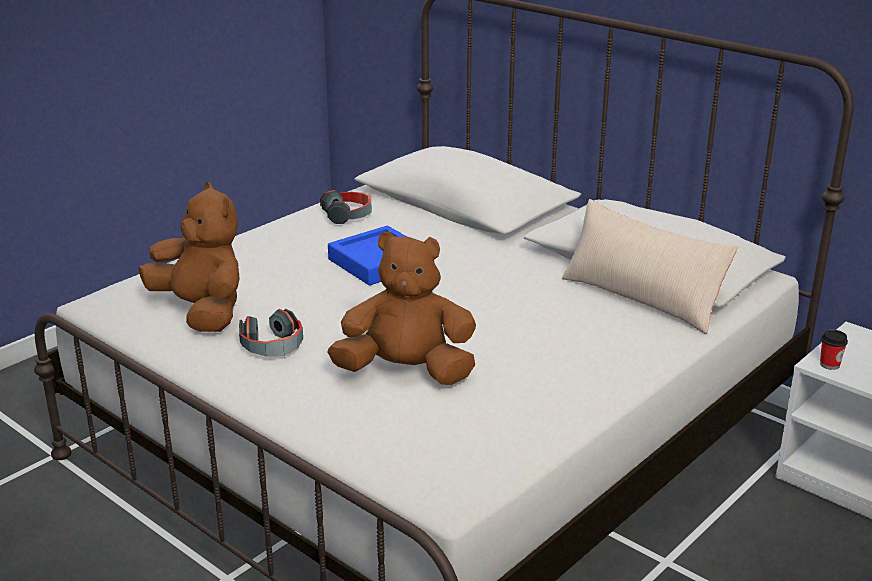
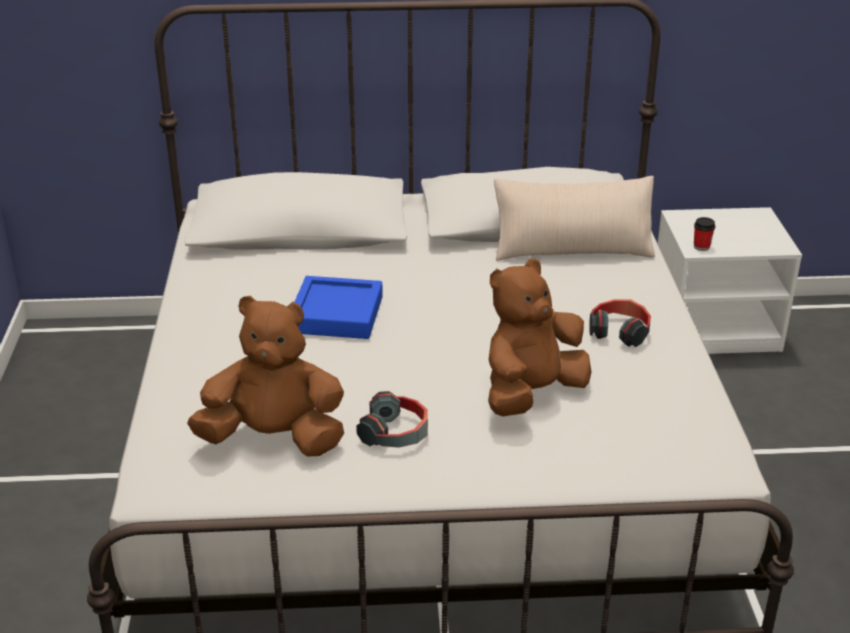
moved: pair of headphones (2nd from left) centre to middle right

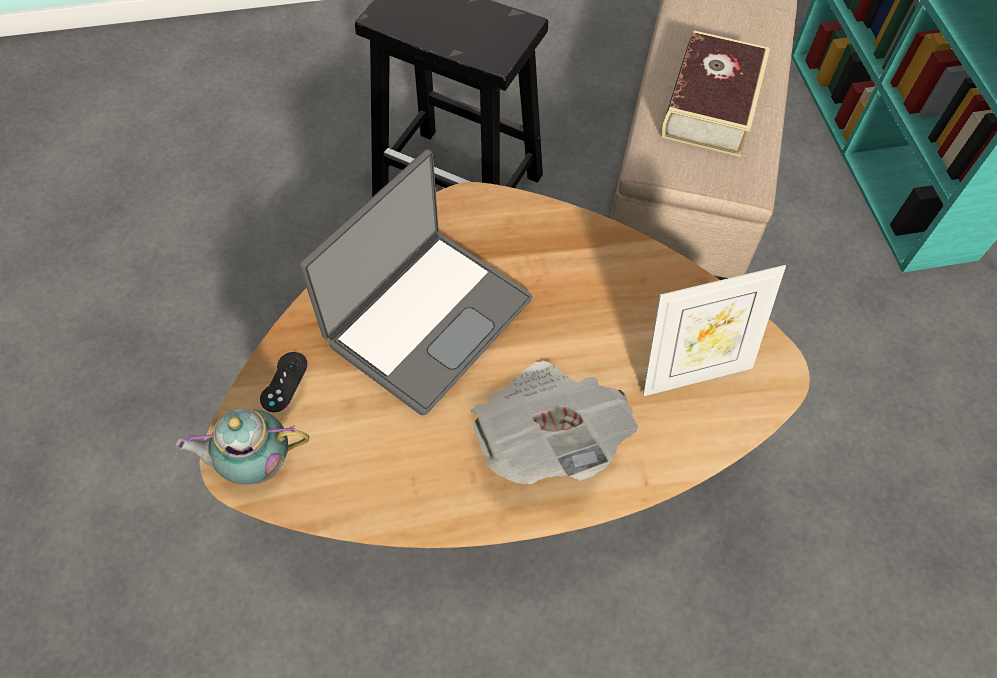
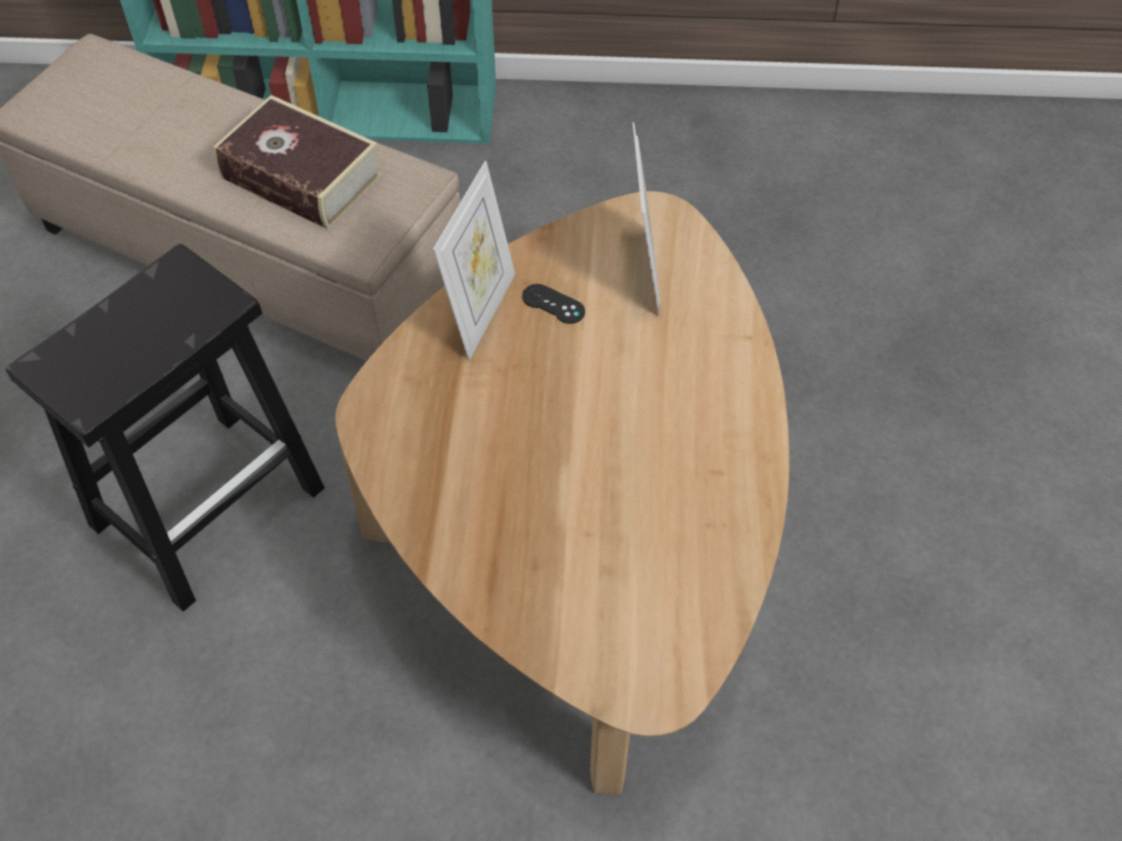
removed: tea pot middle left; laptop centre; printed paper centre
added: standing frame (1st from left) top centre
moved: joypad in black middle left to centre

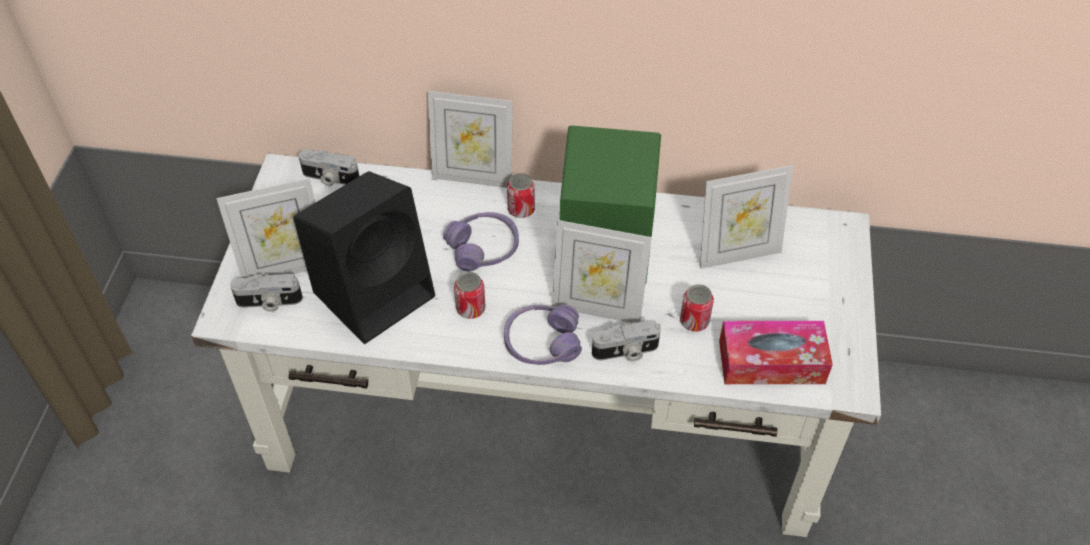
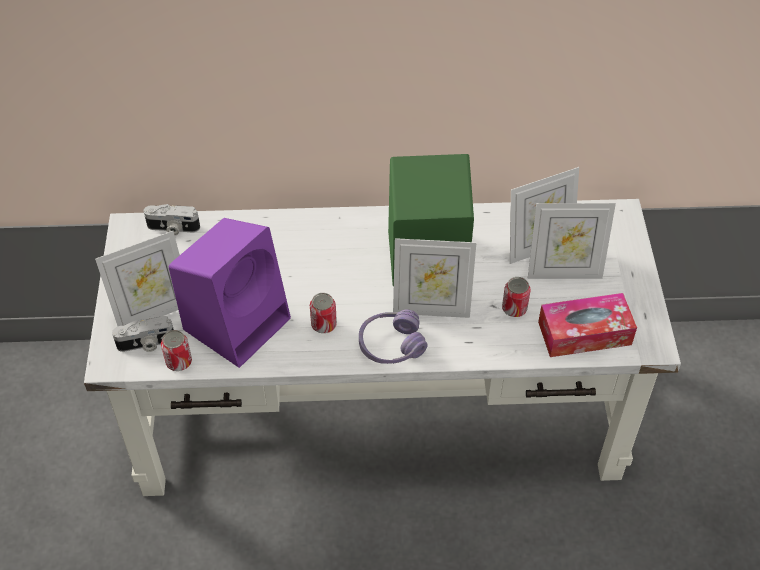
removed: pair of headphones in purple-coloured (1st from left) centre; still camera (3rd from left) centre
moved: standing frame (2nd from left in the first image) top centre to standing frame (4th from left) middle right; metal can (2nd from left in the first image) centre to metal can (1st from left) middle left
recoloured: audio speaker in black centre to audio speaker in purple-coloured middle left

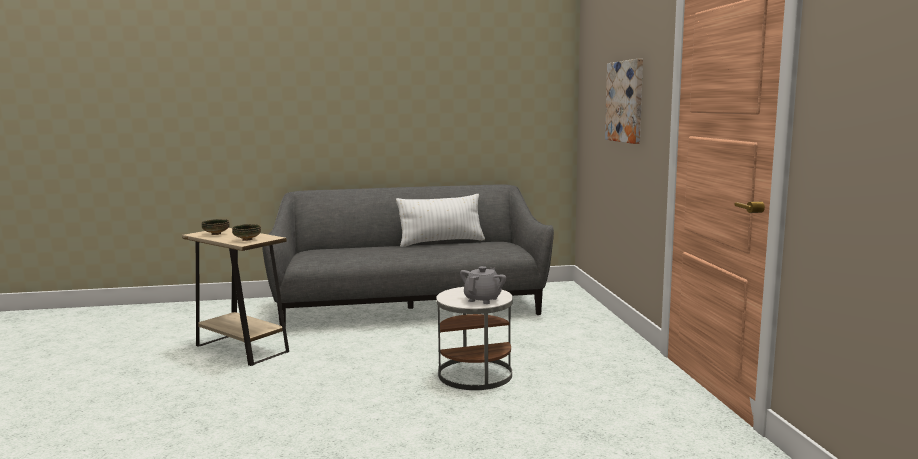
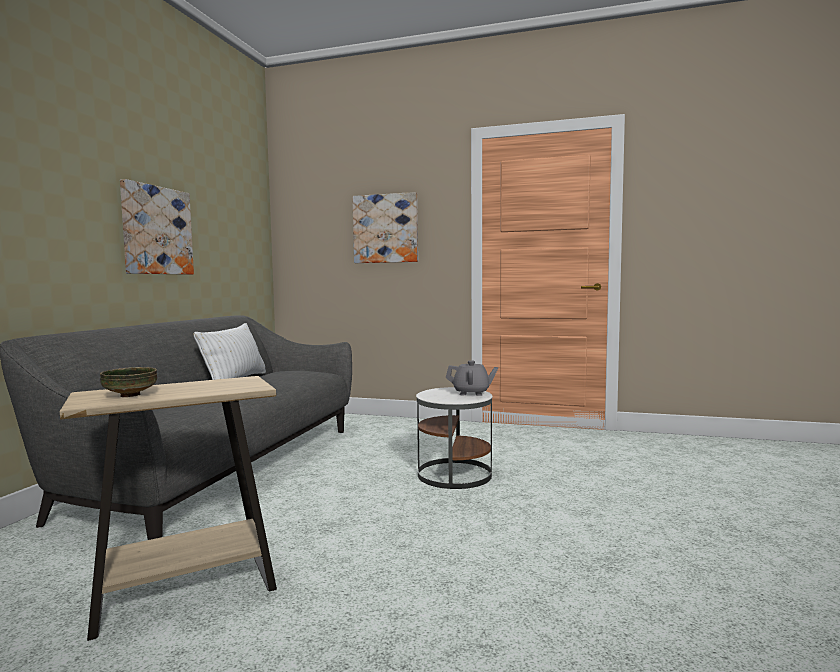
removed: bowl (2nd from left) middle left
added: wall art (1st from left) middle left
turned: tea pot in greyish centre = centre 135 degrees clockwise

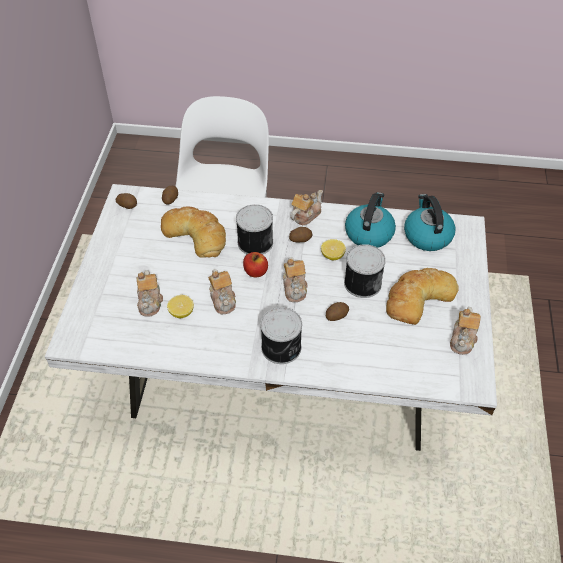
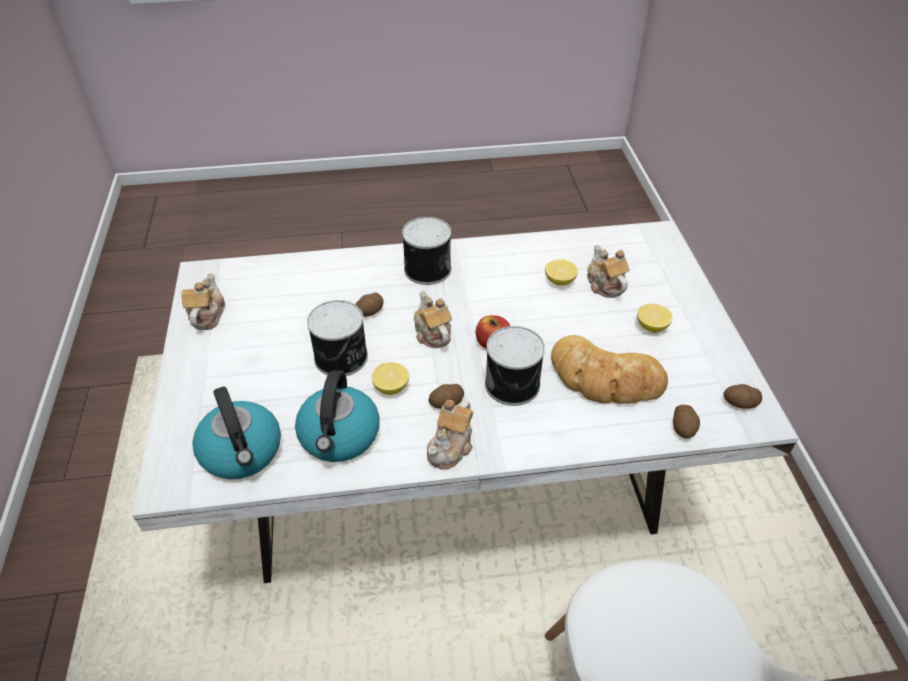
removed: tea pot (2nd from left) centre; bakery bread (2nd from left) middle right
added: lemon (3rd from left) middle right

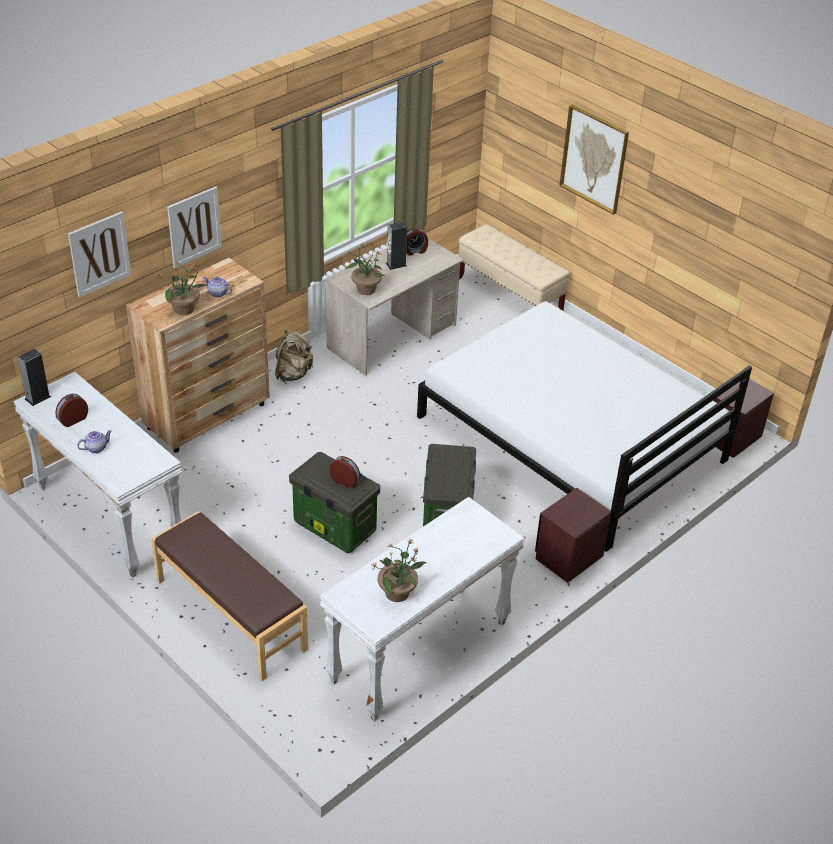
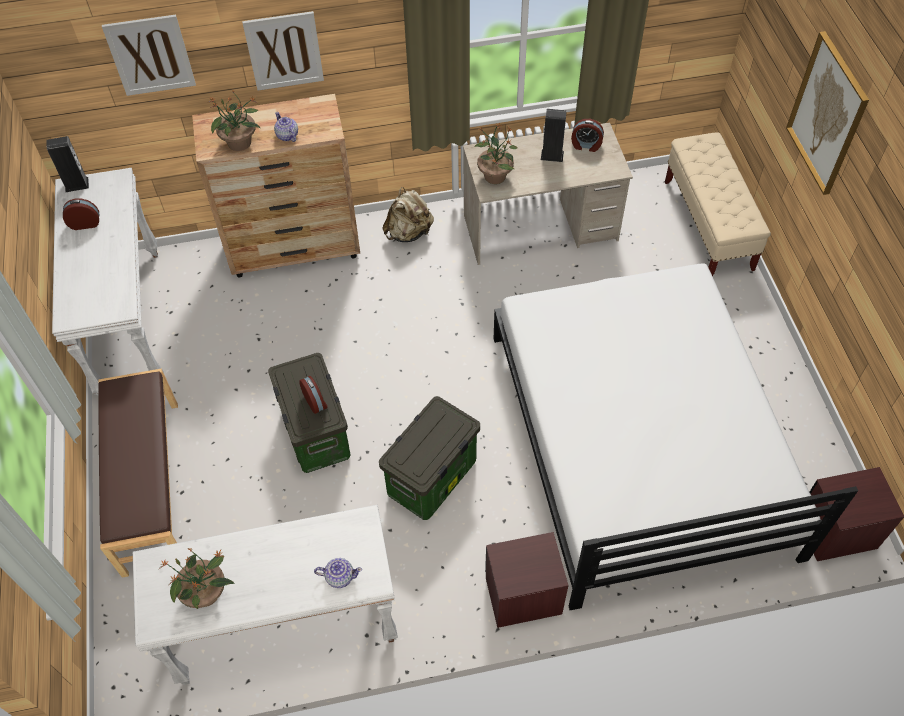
moved: tea pot (1st from left in the first image) middle left to tea pot (2nd from left) bottom centre

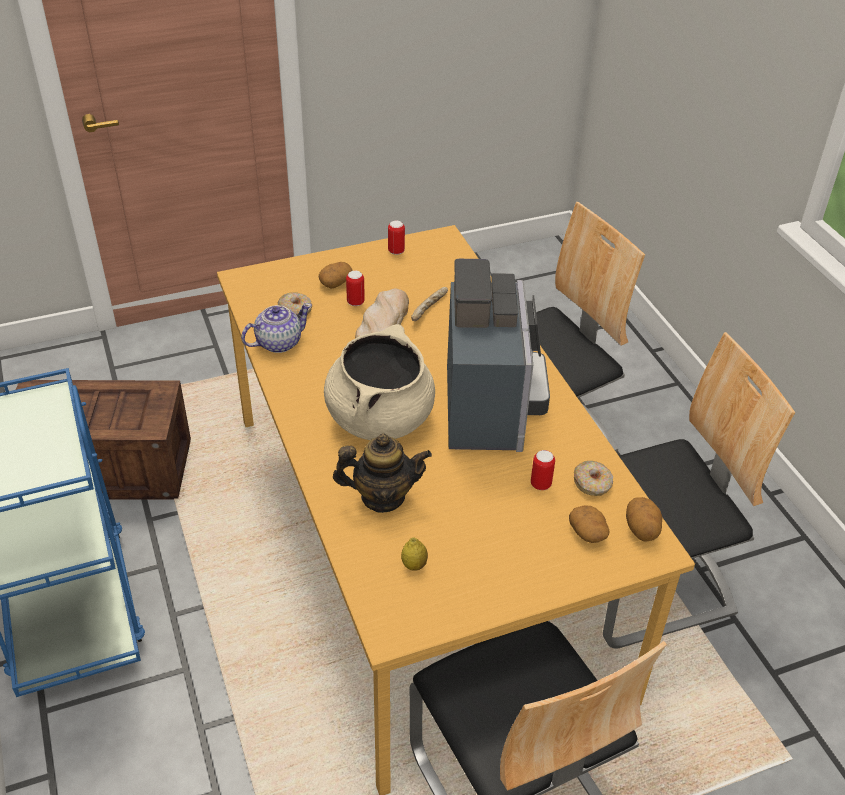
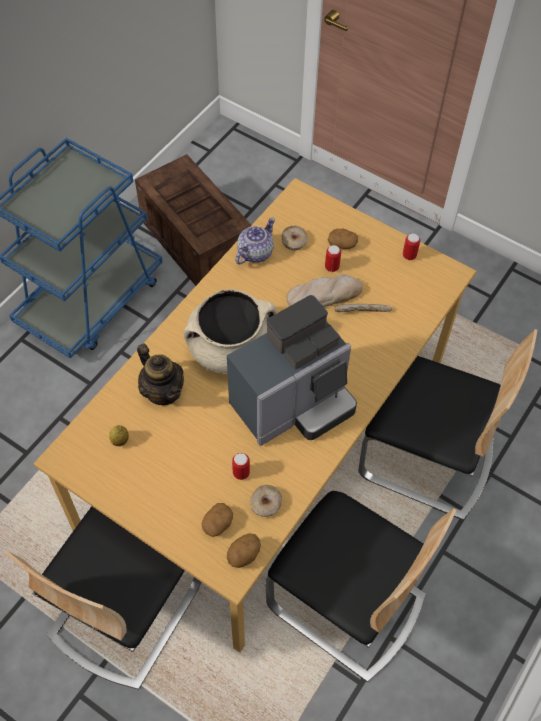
turned: tea pot (1st from left in the first image) middle left = centre 75 degrees counterclockwise

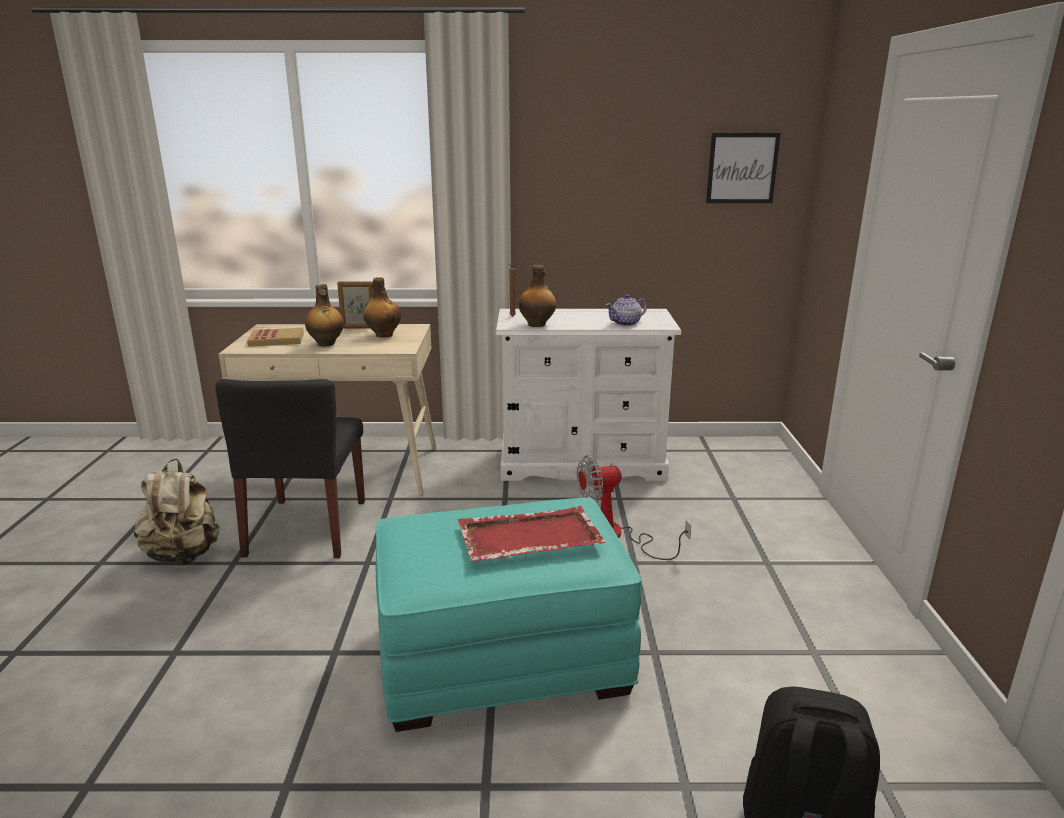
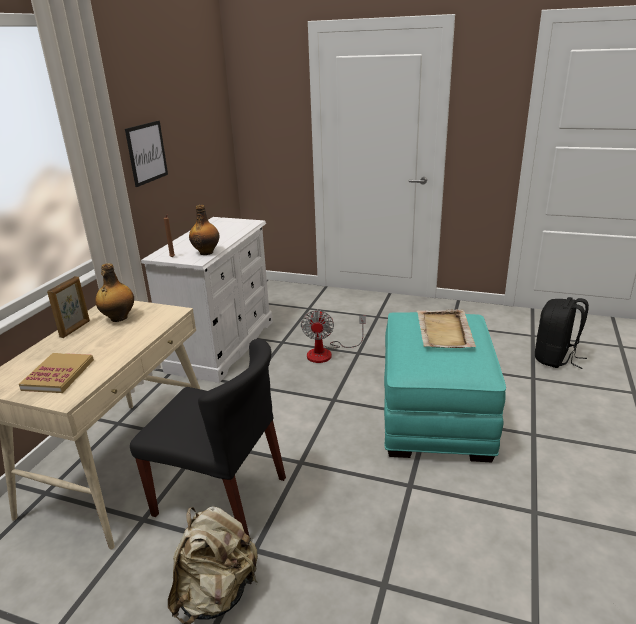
removed: drink bottle (1st from left) middle left; tea pot centre
moved: wall art top right to top left
recoloured: tray in red-coloured centre to tray in beige-coloured middle right

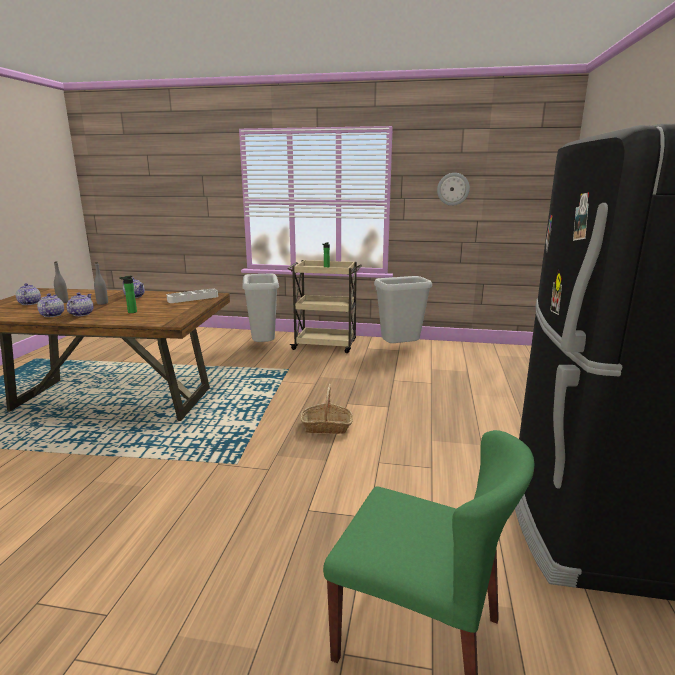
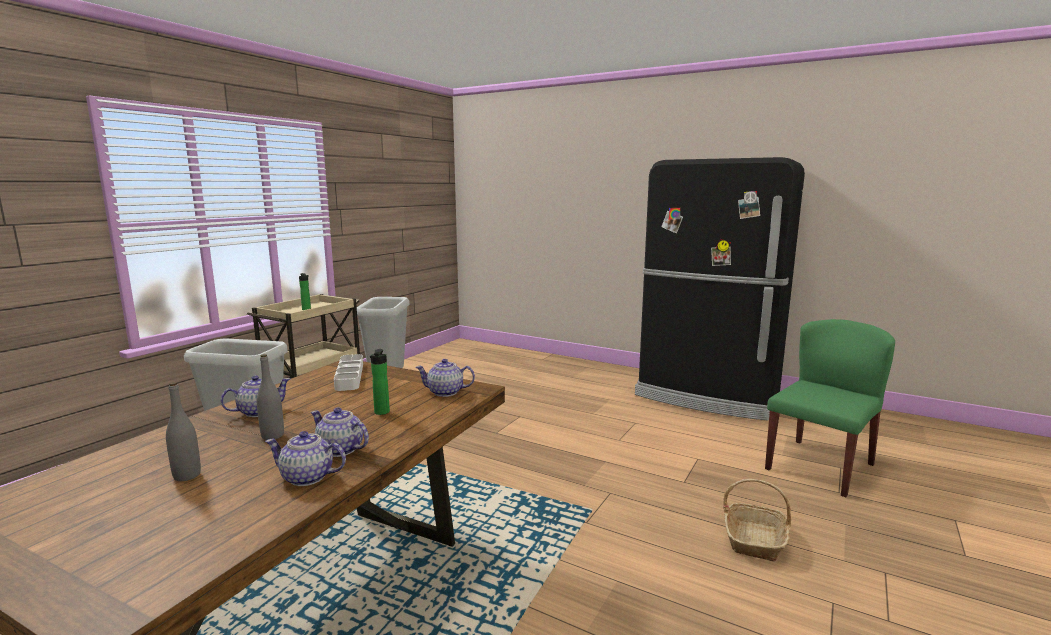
removed: hanging clock top right
moved: tea pot (1st from left in the first image) middle left to tea pot (4th from left) centre; storage basket centre to bottom right

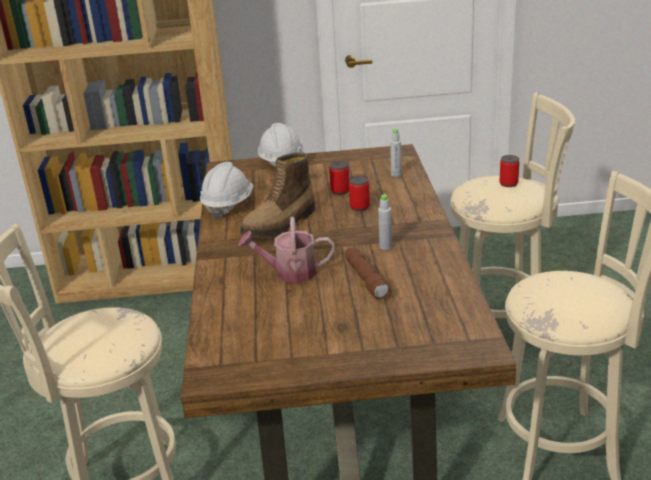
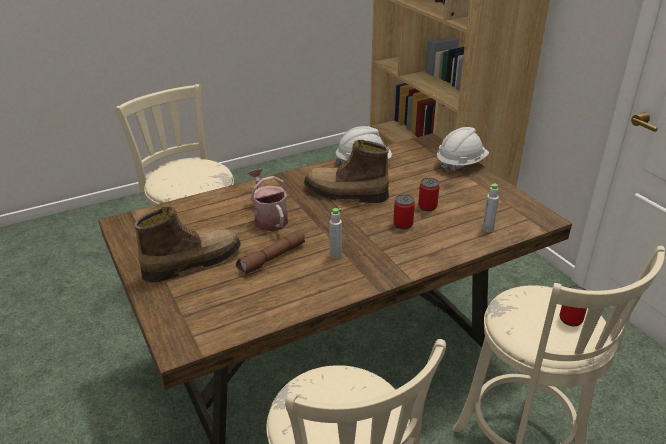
added: tall boot (1st from left) middle left

